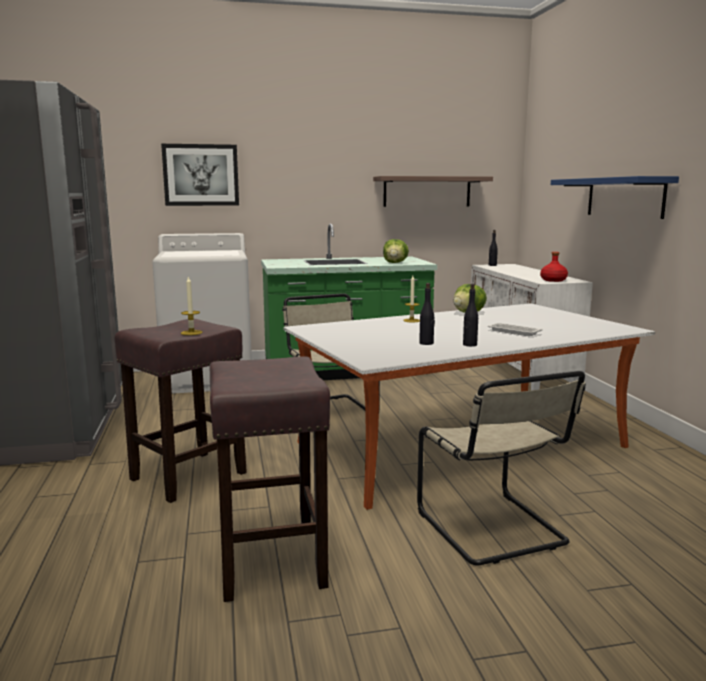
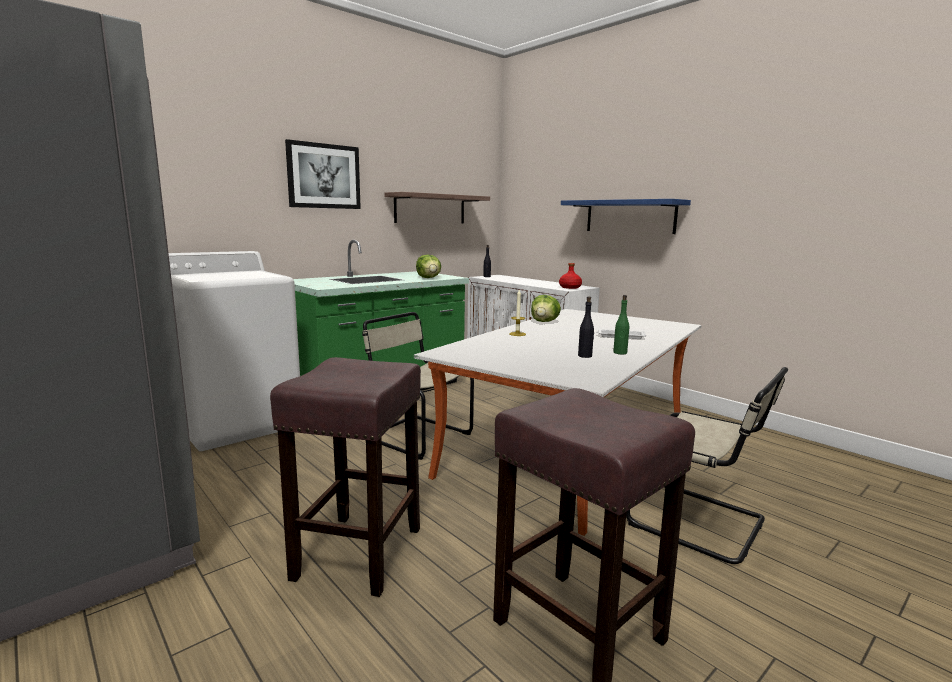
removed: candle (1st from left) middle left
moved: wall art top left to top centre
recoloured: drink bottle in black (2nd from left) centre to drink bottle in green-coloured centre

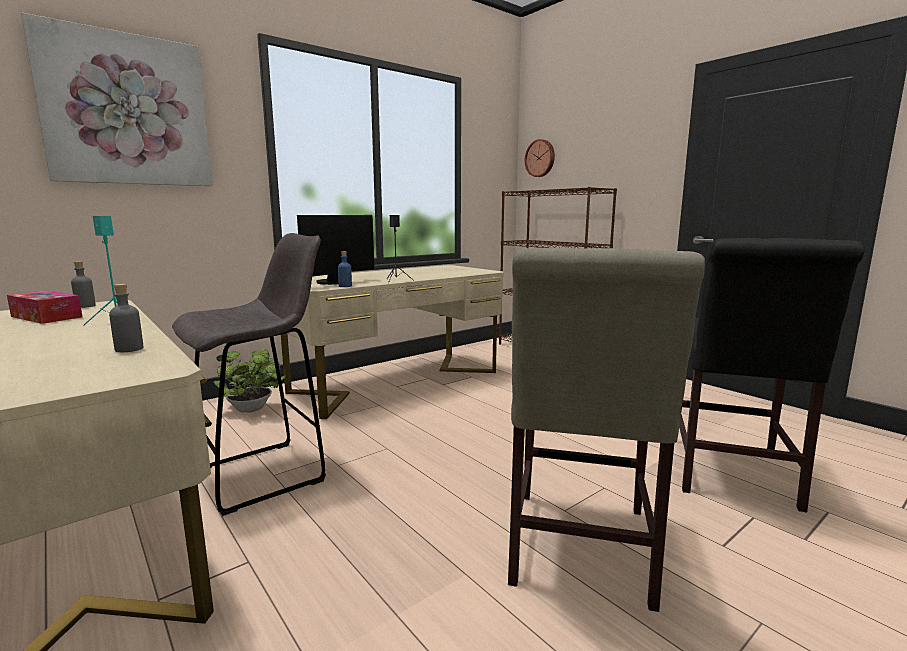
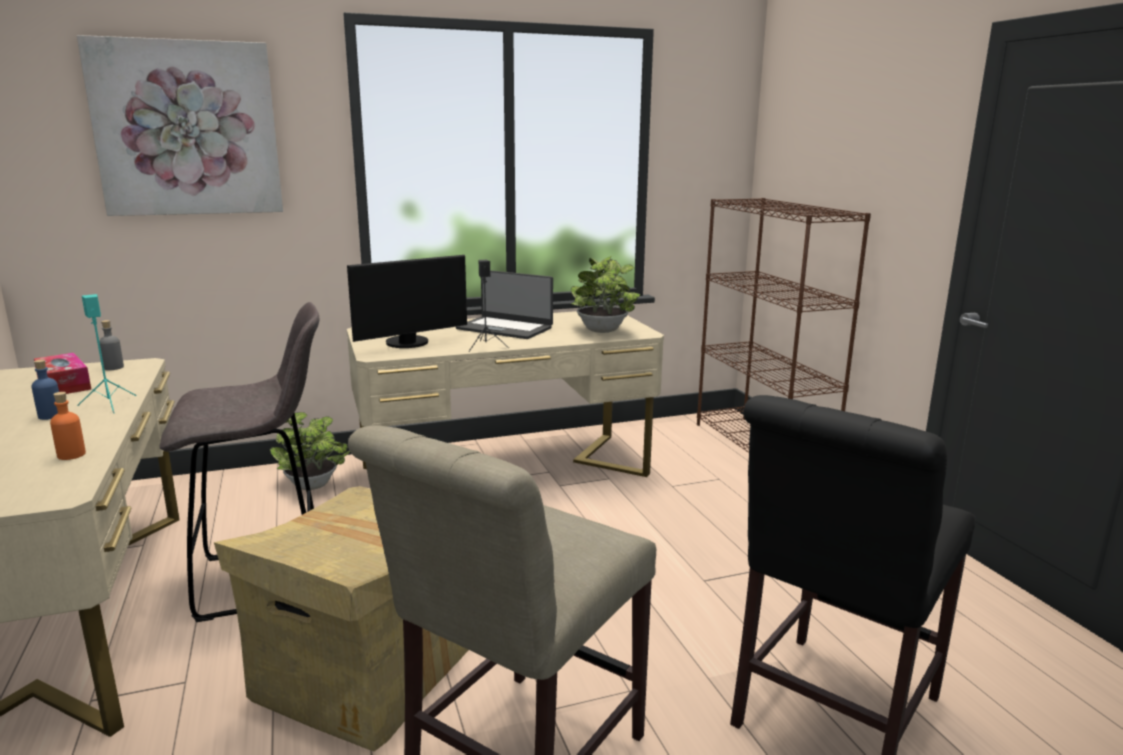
removed: hanging clock top centre
added: carton bottom left; laptop centre; houseplant (2nd from left) centre
moved: drink bottle in blue centre to middle left
recoloured: drink bottle in greyish (2nd from left) middle left to drink bottle in orange-coloured middle left

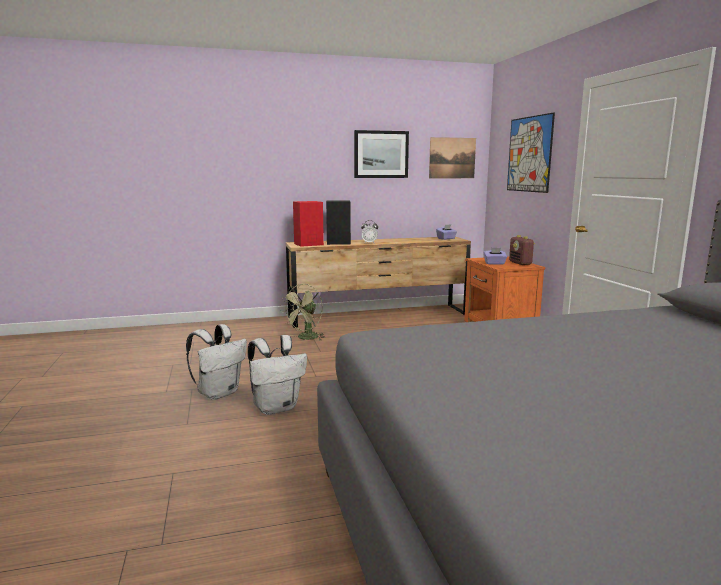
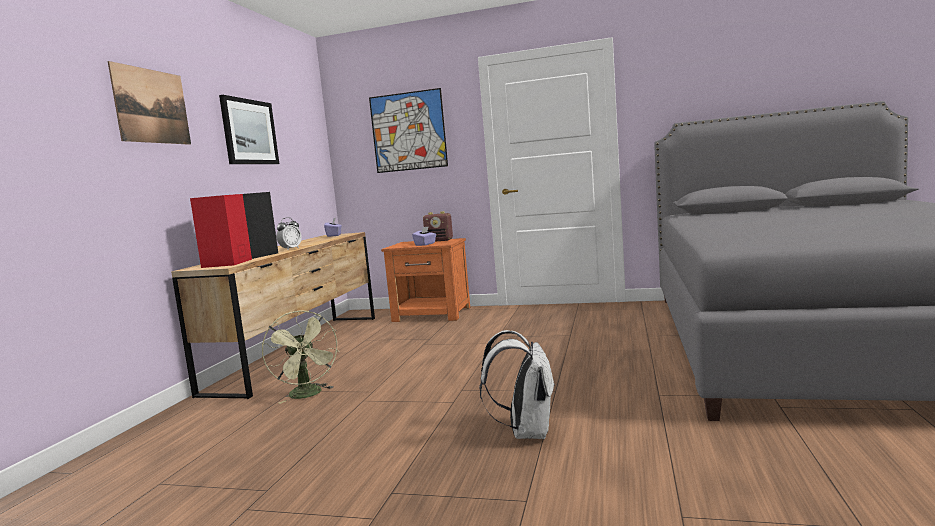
removed: knapsack in white (1st from left) middle left
moved: wall art (2nd from left in the first image) top centre to wall art (1st from left) top left

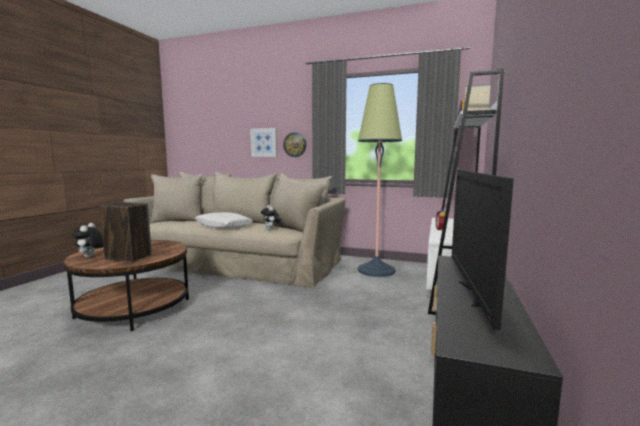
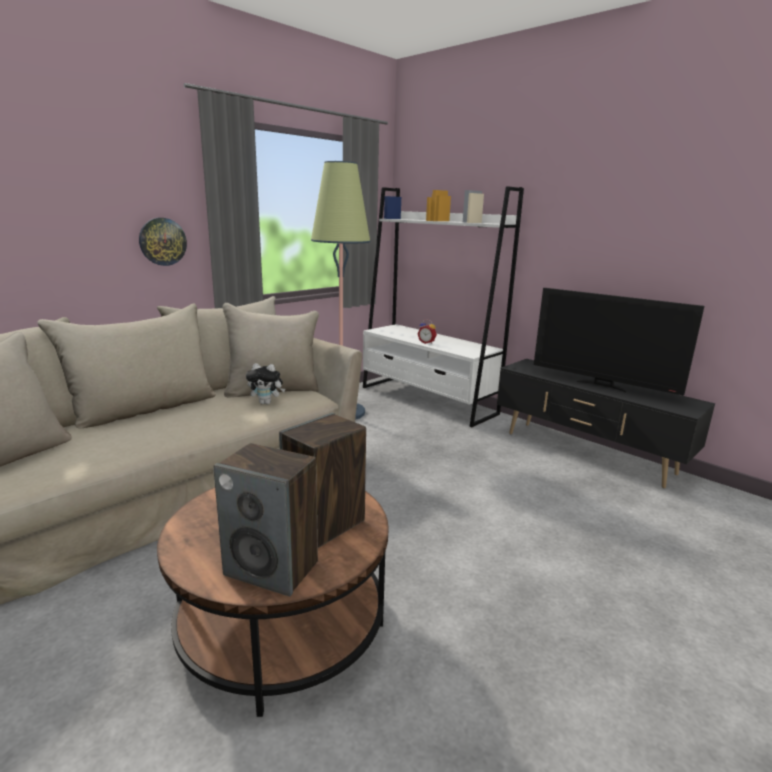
removed: pillow in white centre; wall art centre
replaced: plush toy (1st from left) middle left to audio speaker (1st from left) bottom centre

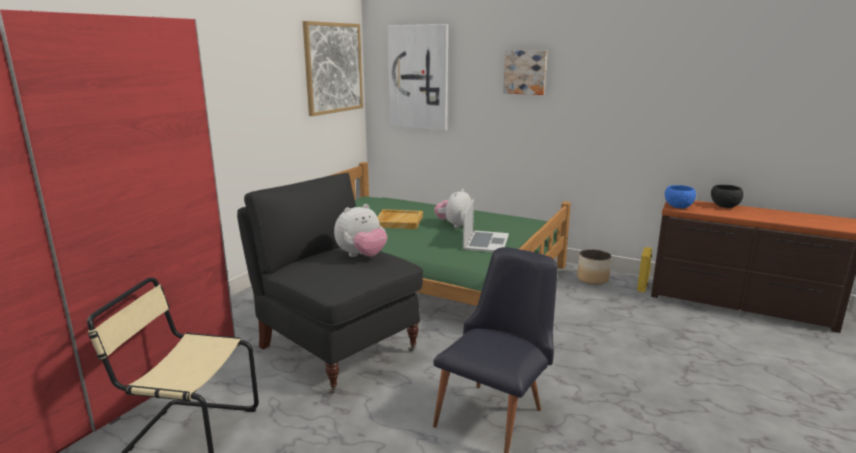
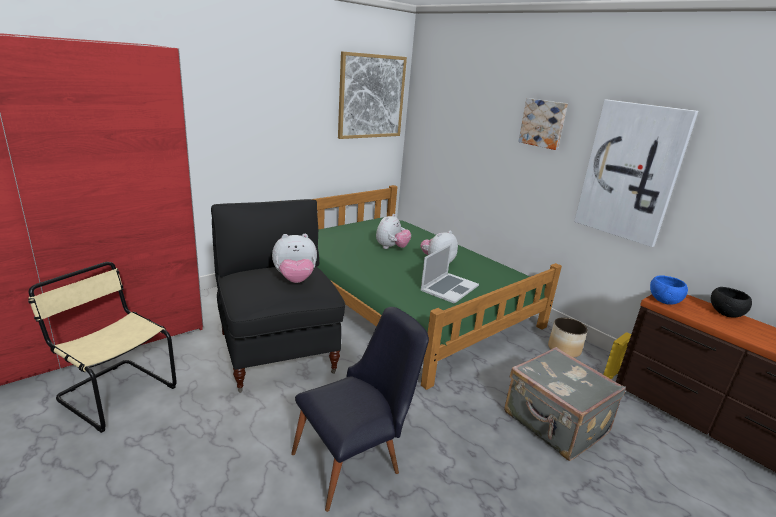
added: travel case in greyish bottom right
moved: wall art (2nd from left in the first image) top centre to wall art (3rd from left) middle right
replaced: tray in beige-coloured centre to plush toy (2nd from left) centre

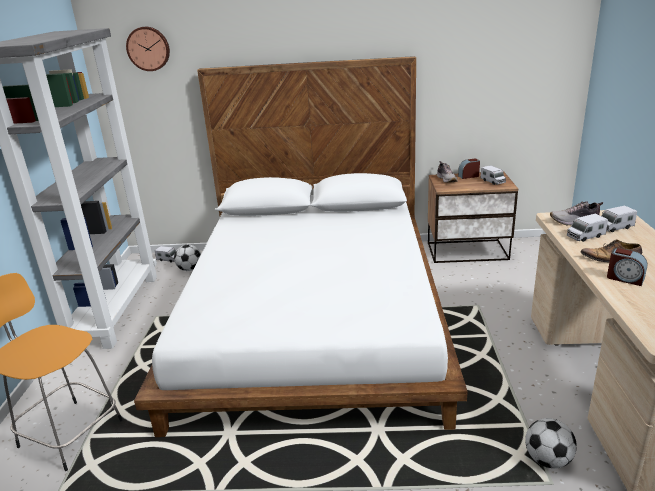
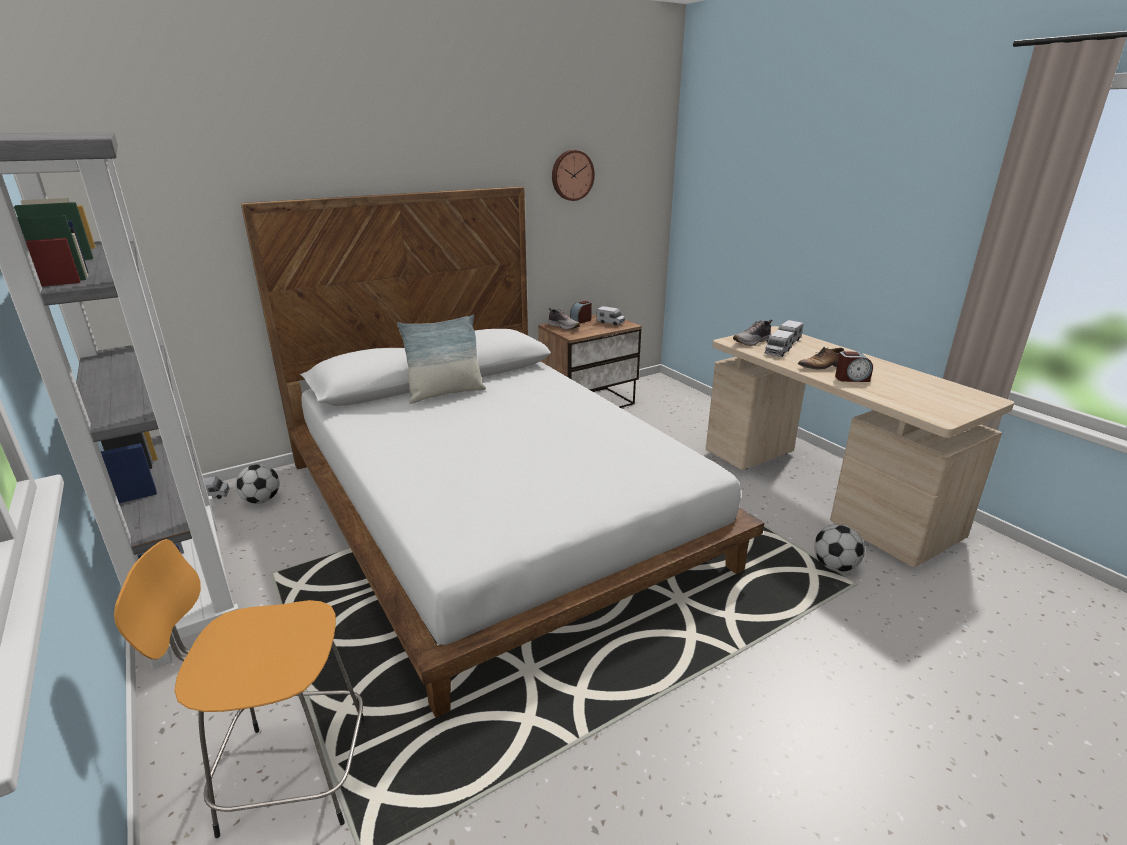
added: pillow centre
moved: hanging clock top left to top centre

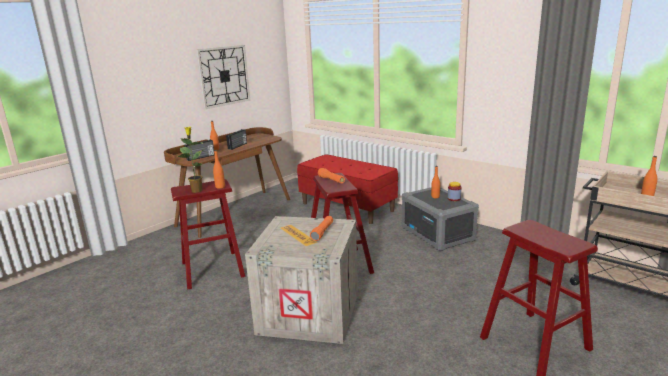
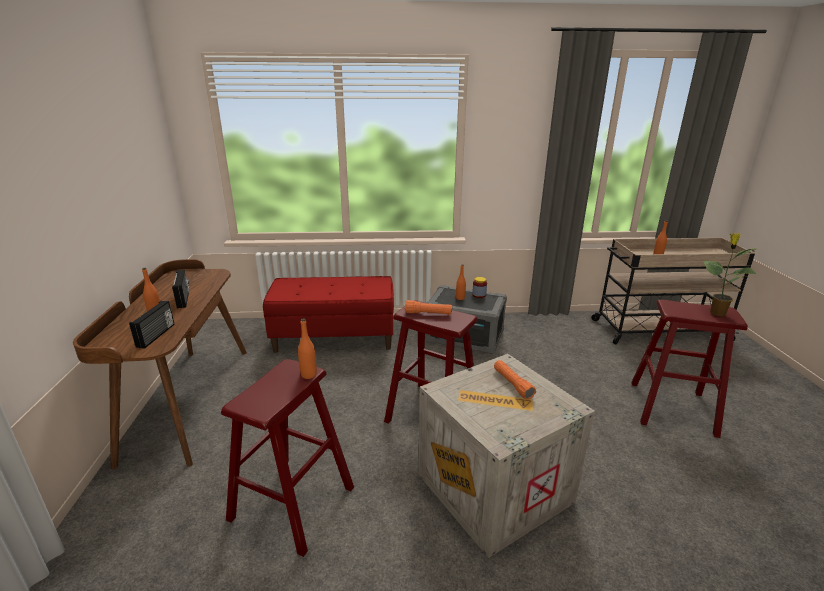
removed: hanging clock top centre
moved: houseplant middle left to middle right

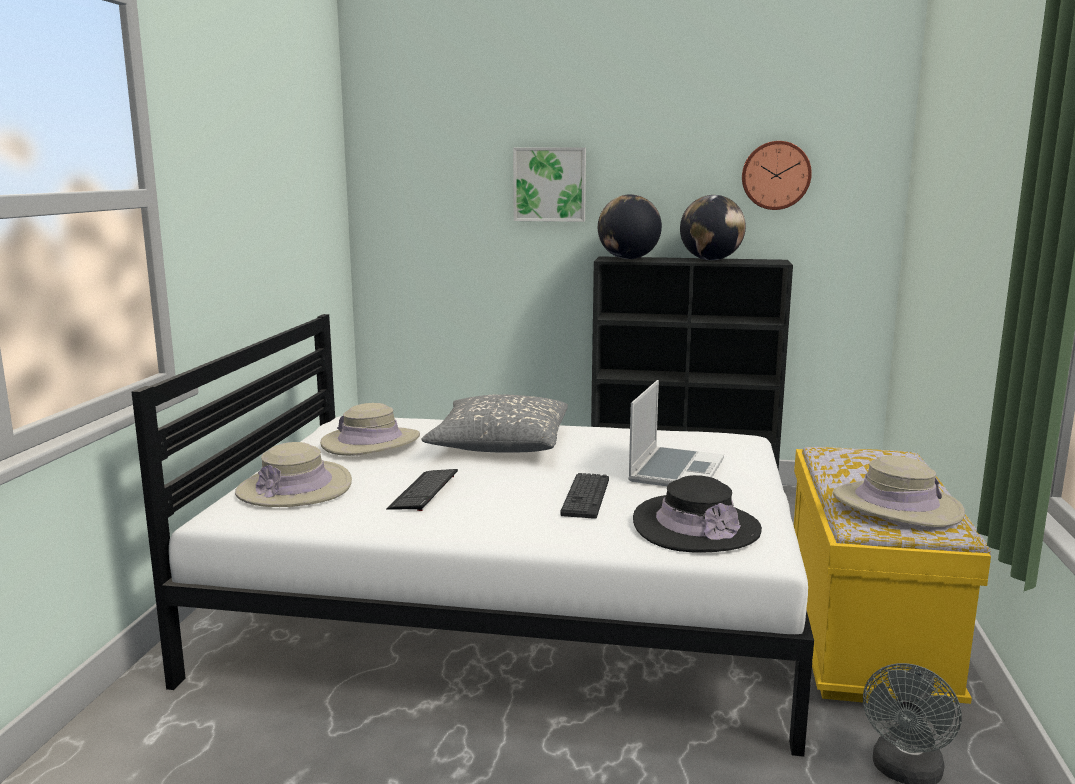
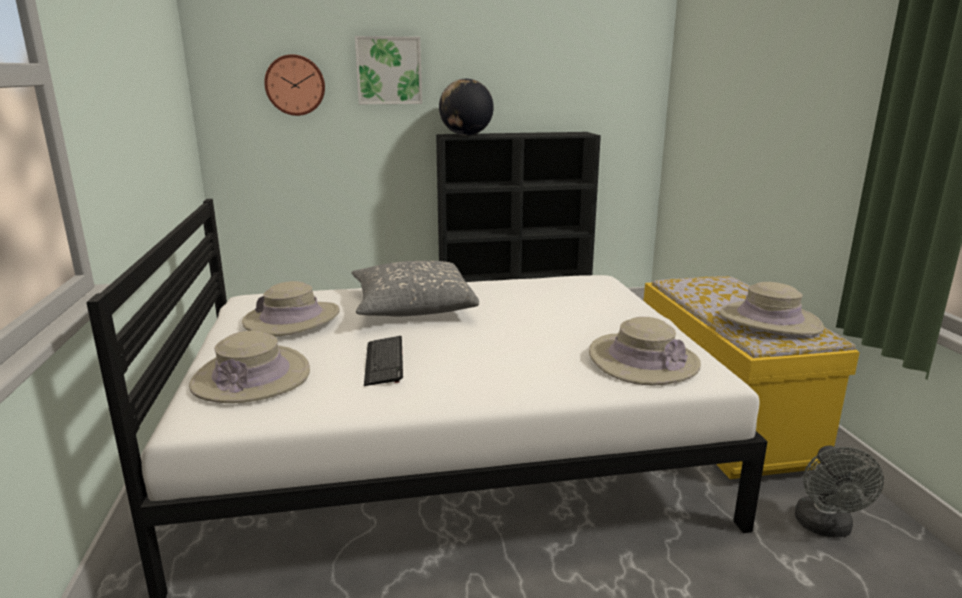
removed: PC keyboard (2nd from left) centre; laptop centre; world globe (2nd from left) top centre
moved: hanging clock top right to top left
recoloured: hat in black centre to hat in beige-coloured (3rd from left) middle right

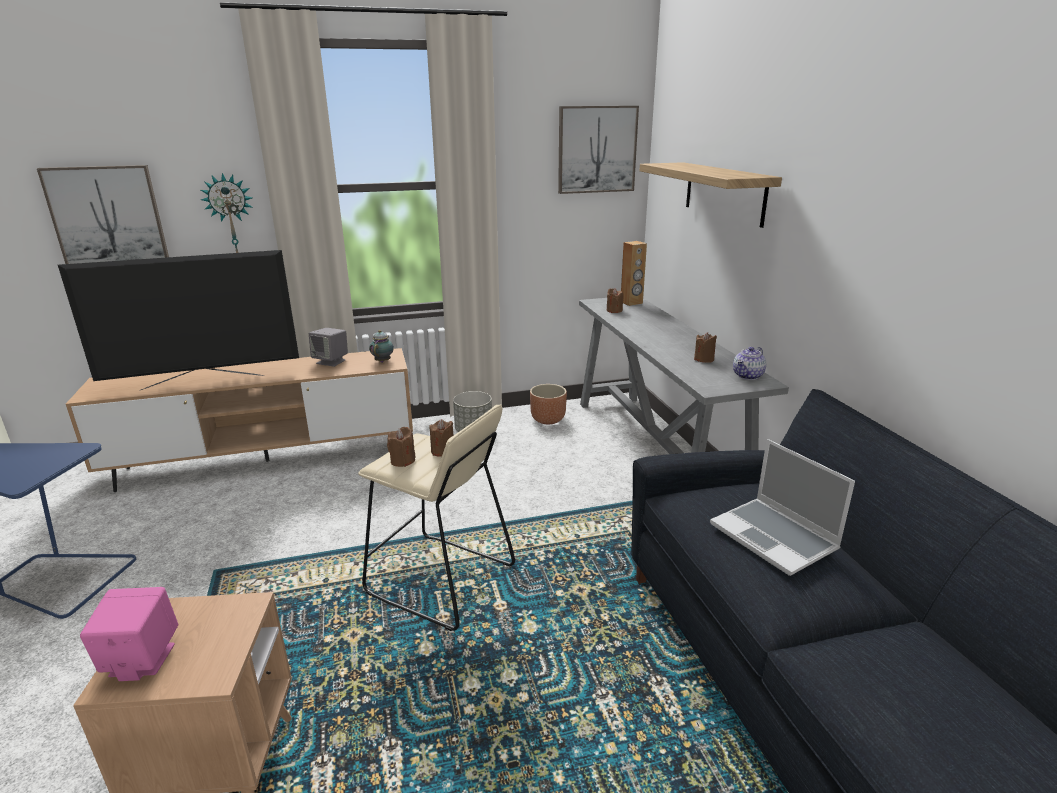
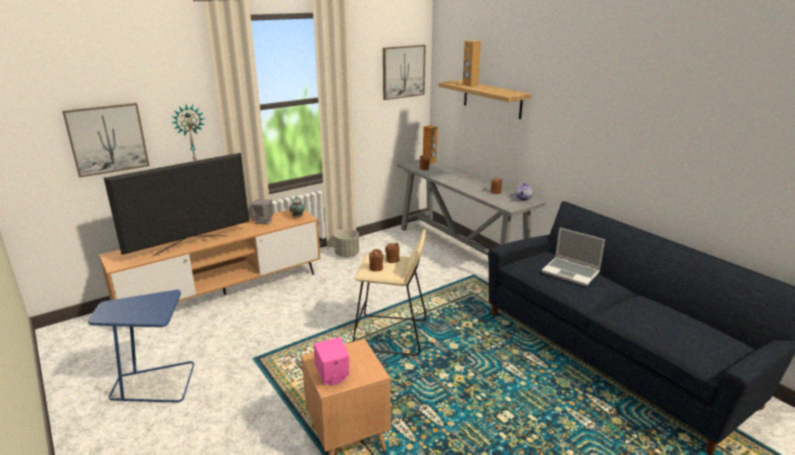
removed: flower pot in brownish centre
added: audio speaker in brownish (2nd from left) top centre

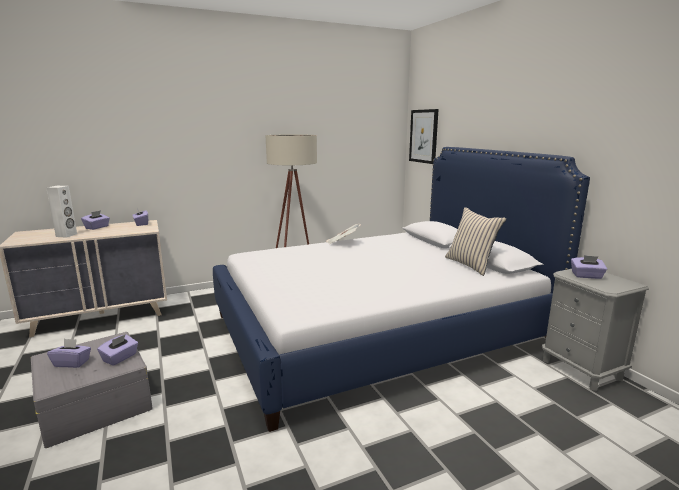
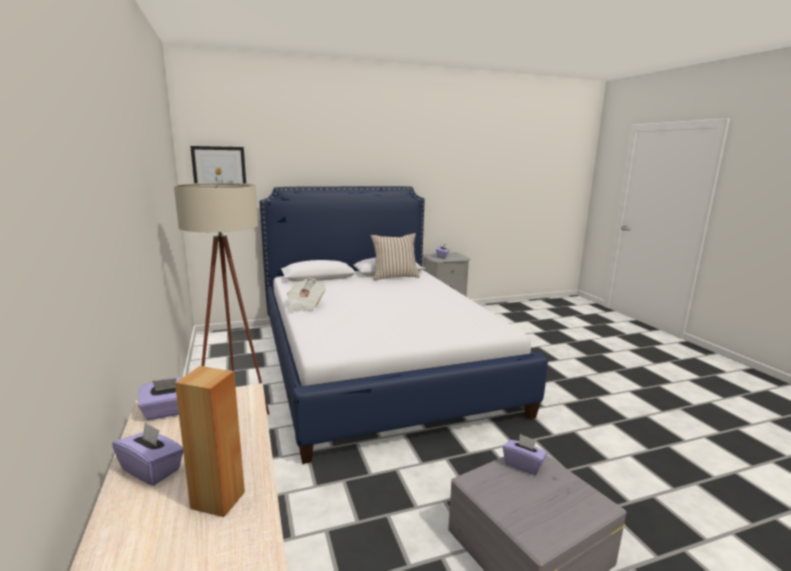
removed: tissue box in purple-coloured (1st from left) bottom left
recoloured: audio speaker in white middle left to audio speaker in brownish bottom left

